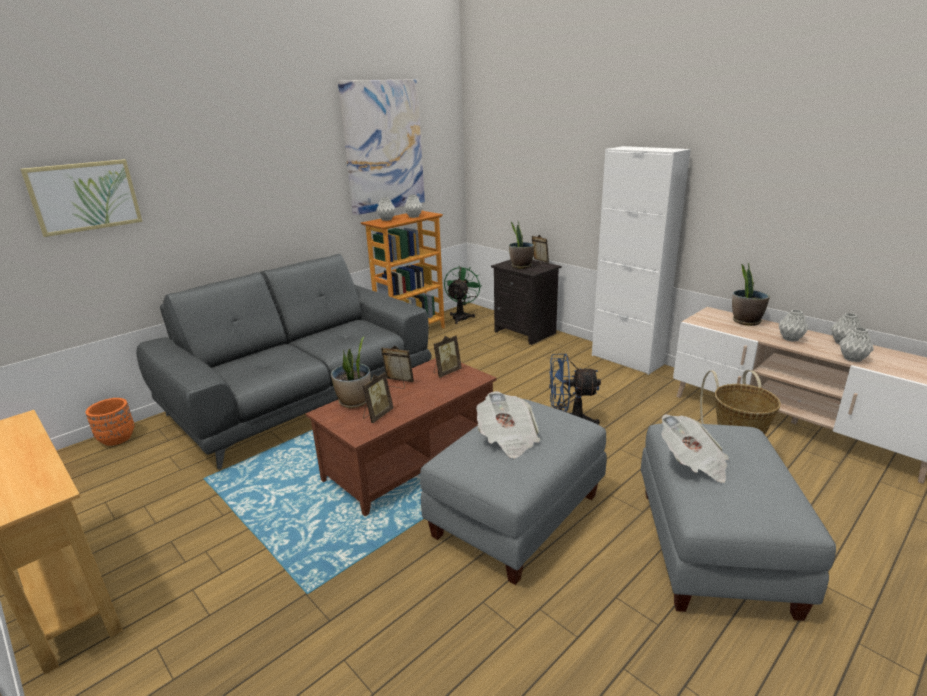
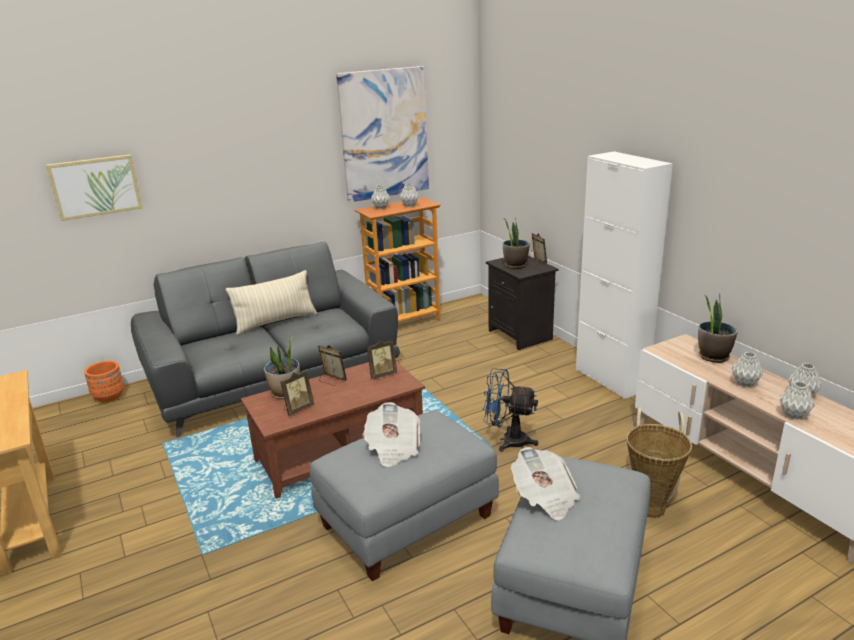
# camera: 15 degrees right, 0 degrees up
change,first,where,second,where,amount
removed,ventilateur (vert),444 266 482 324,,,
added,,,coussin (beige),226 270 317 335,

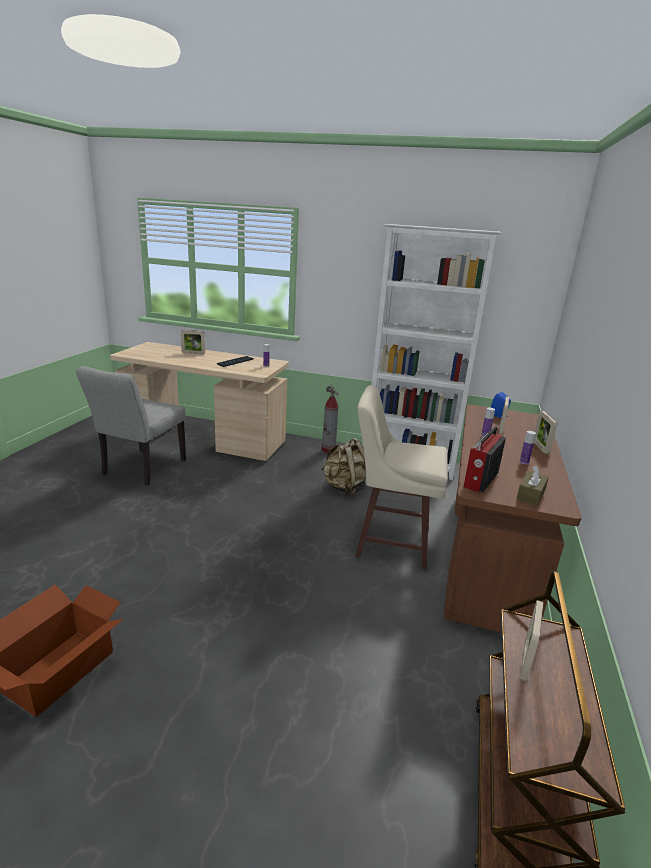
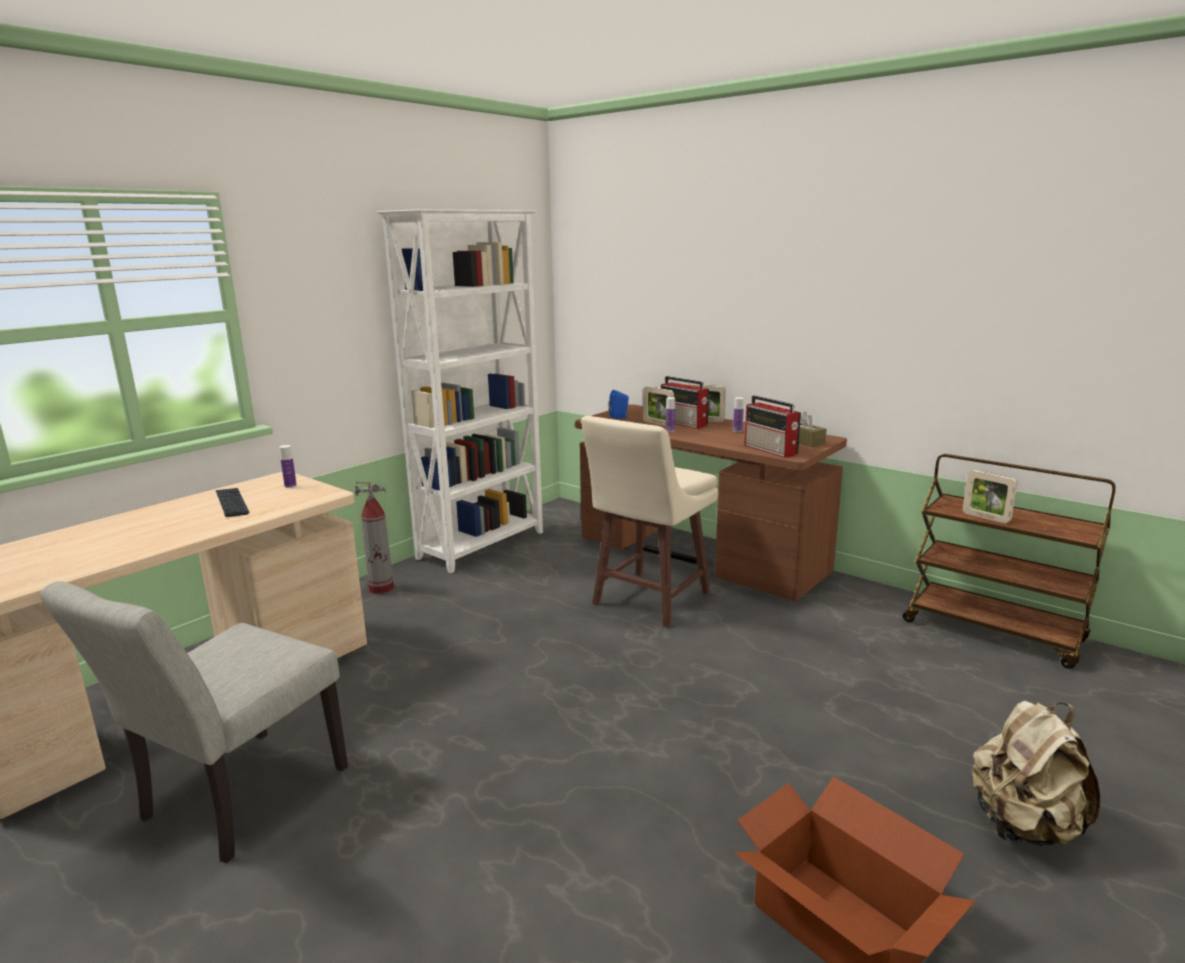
# camera: 65 degrees left, 5 degrees down
change,first,where,second,where,amount
removed,cadre photo,181 330 205 355,,,
added,,,radio,661 376 709 429,
moved,sac à dos (beige),321 438 366 496,,972 701 1101 846,
turned,chaise (gris),76 366 186 486,,40 581 348 863,75 degrees clockwise

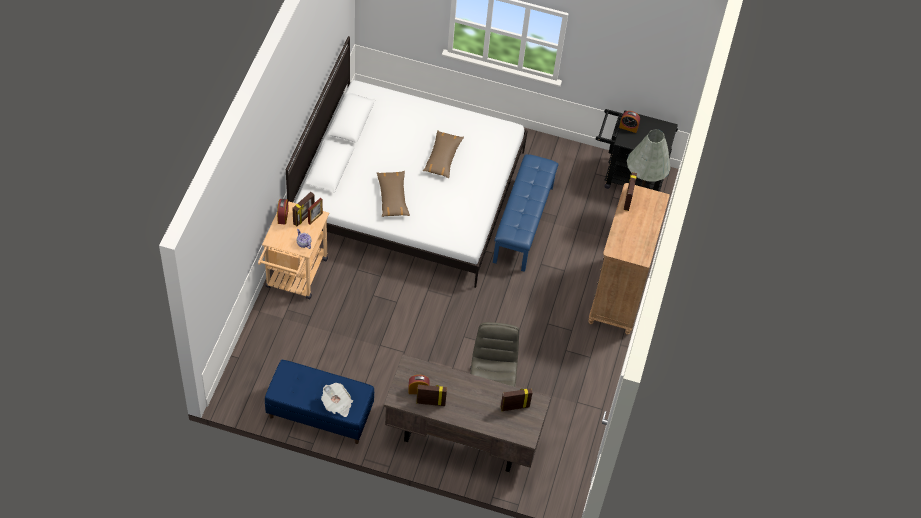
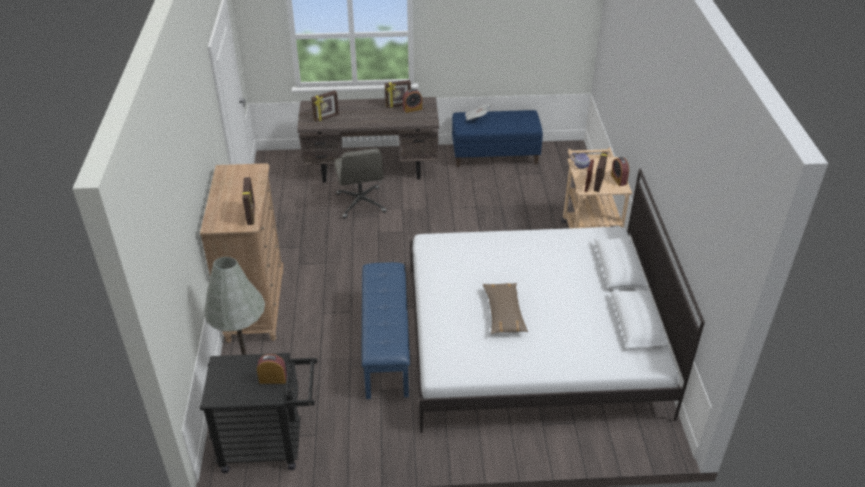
# camera: 165 degrees right, 15 degrees down
change,first,where,second,where,amount
removed,coussin (marron),377 171 410 217,,,

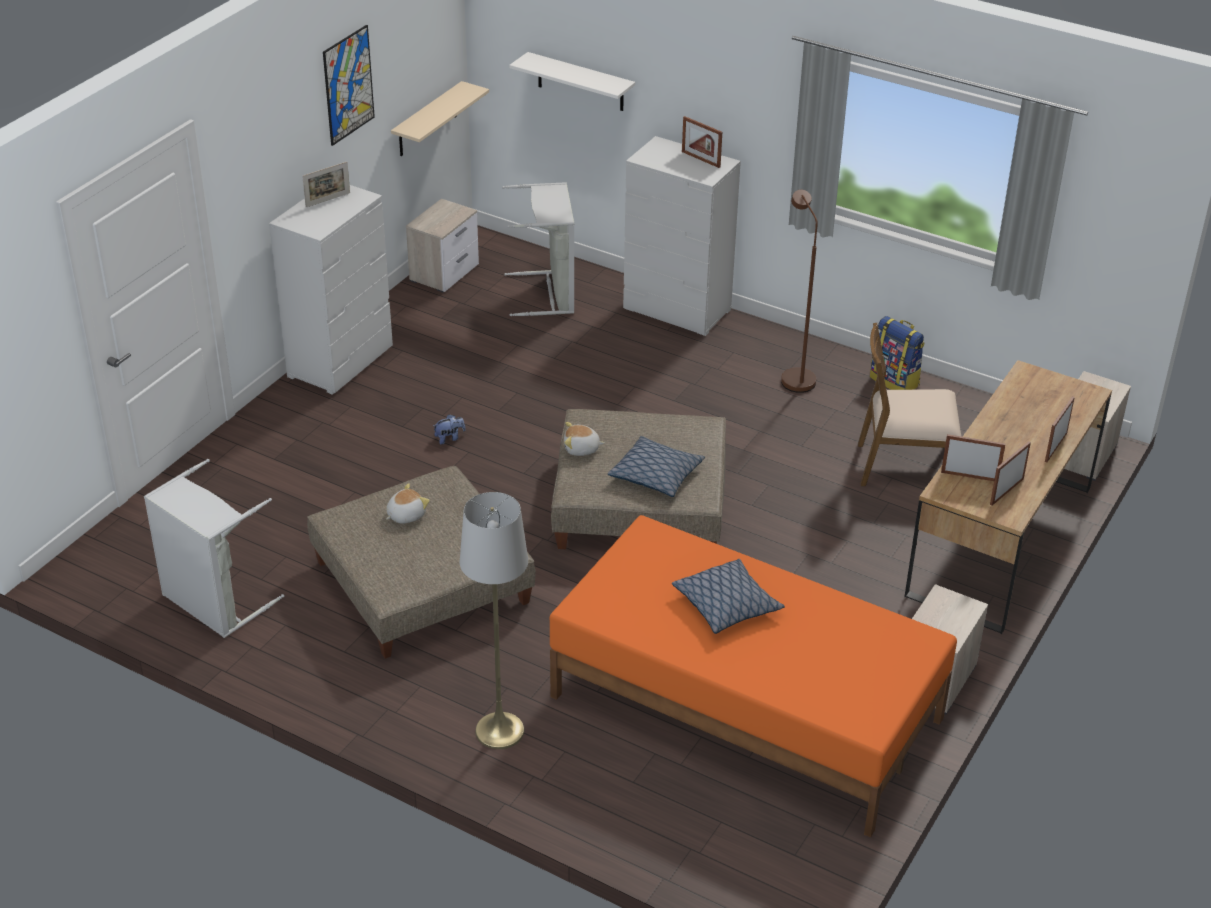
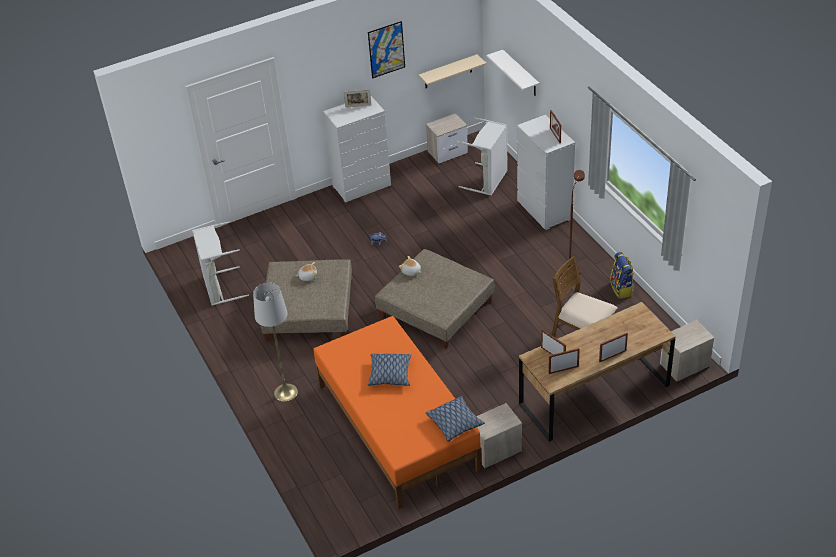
# camera: 35 degrees right, 5 degrees up
change,first,where,second,where,amount
moved,coussin,608 436 705 497,,425 396 485 442,

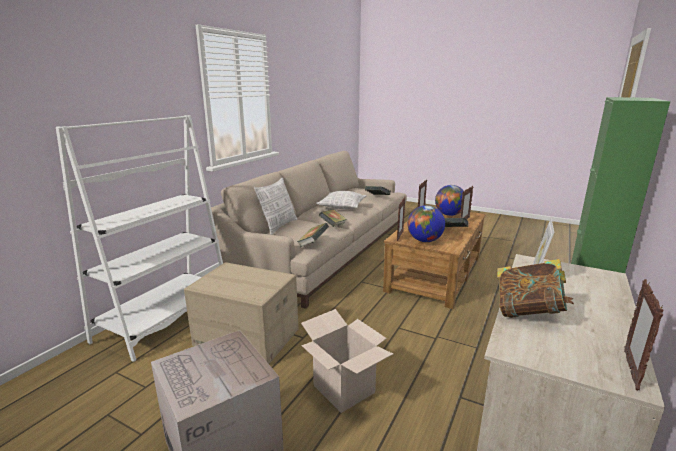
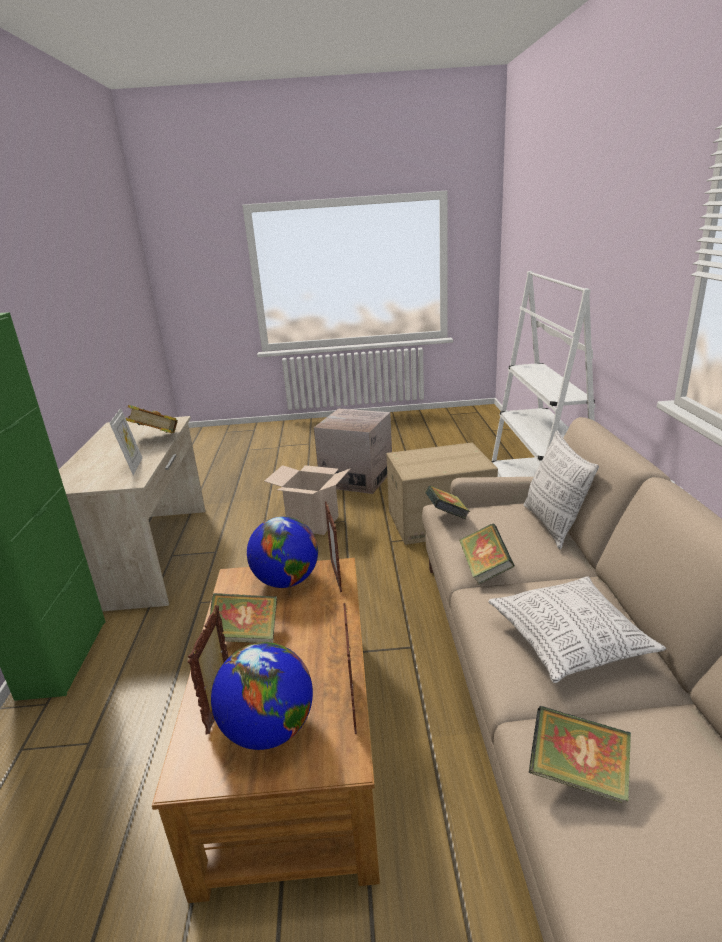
# camera: 150 degrees right, 5 degrees up
change,first,where,second,where,amount
removed,cadre photo,624 279 663 390,,,

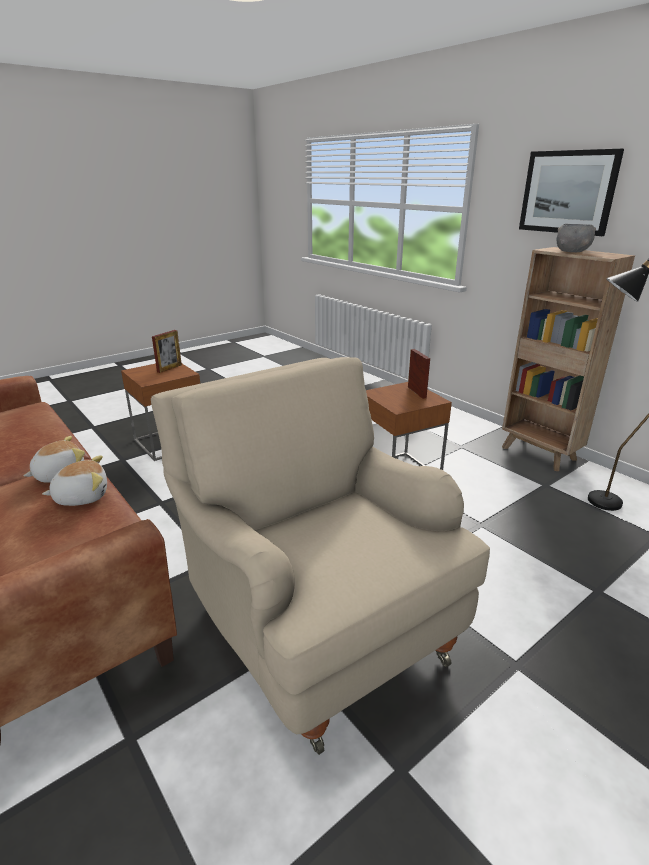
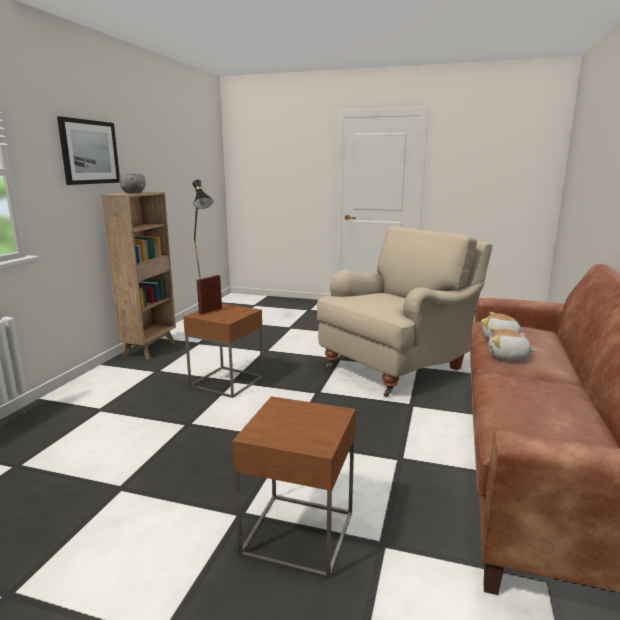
# camera: 125 degrees left, 10 degrees down
change,first,where,second,where,amount
removed,cadre photo,152 330 182 373,,,
turned,fauteuil (beige),151 357 490 755,,317 226 492 397,150 degrees counterclockwise

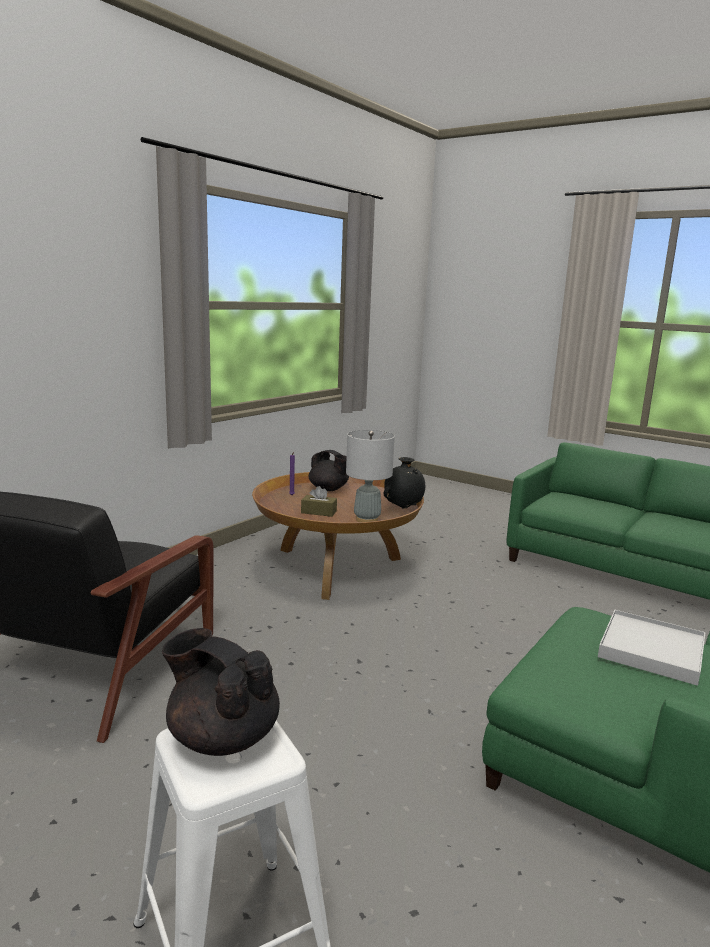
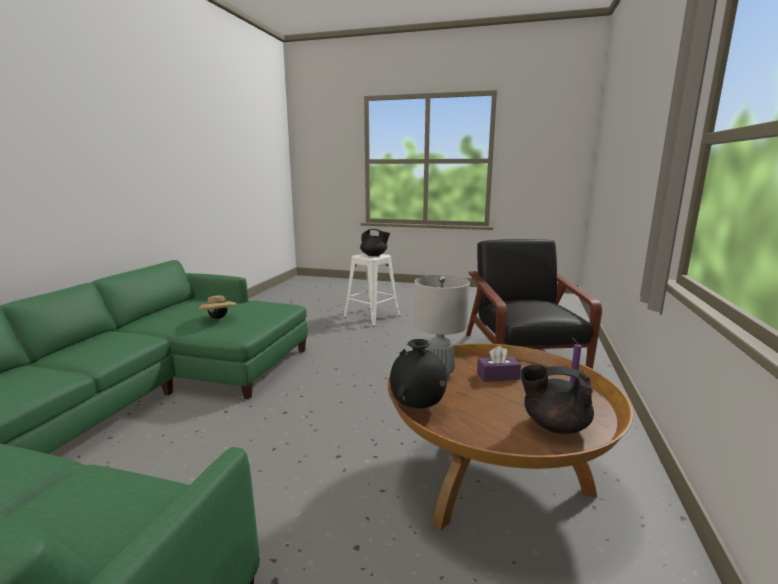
# camera: 160 degrees right, 0 degrees up
change,first,where,second,where,amount
replaced,plateau (blanc),598 610 706 686,chapeau (beige),198 295 236 319,
recoloured,boîte à mouchoirs (marron),301 486 337 517,boîte à mouchoirs (violet),477 346 521 382,

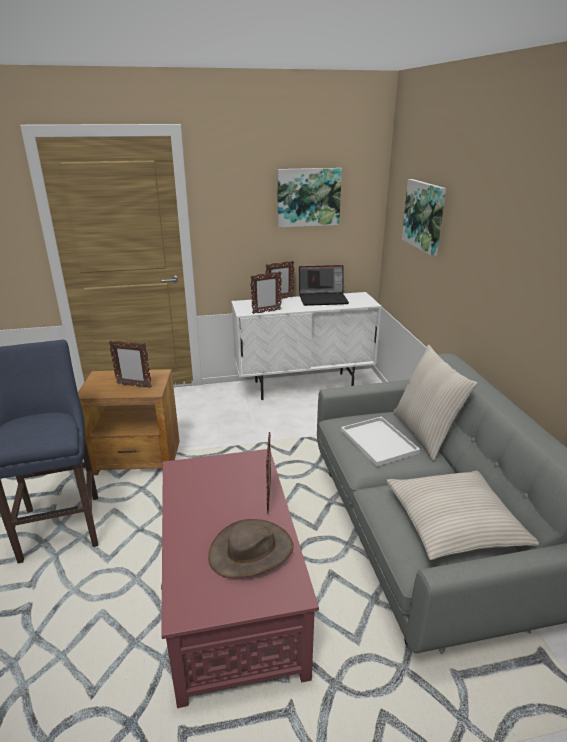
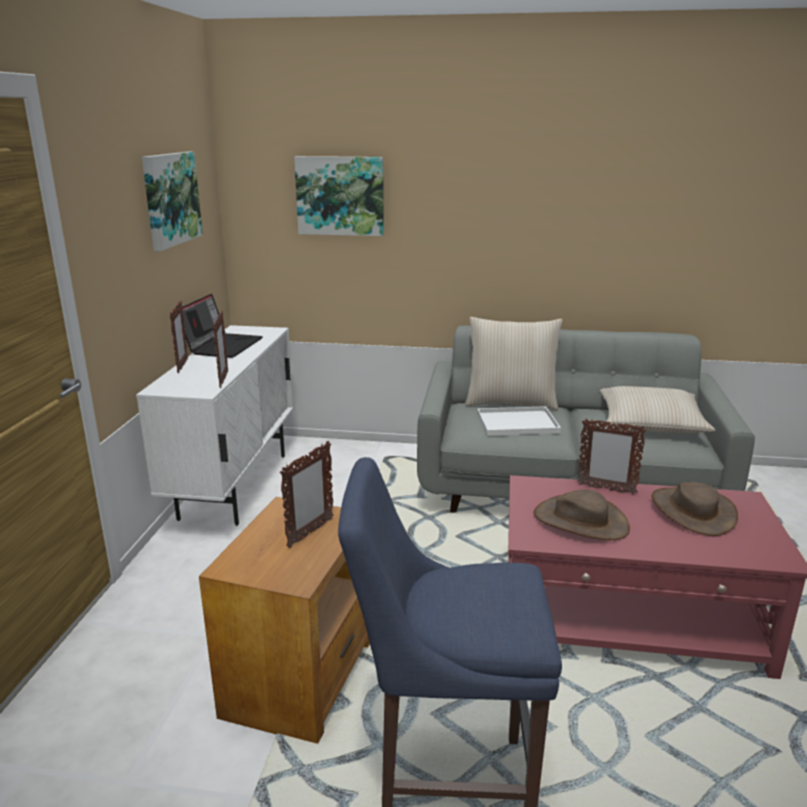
# camera: 70 degrees left, 5 degrees down
change,first,where,second,where,amount
added,,,chapeau (marron),533 490 630 540,

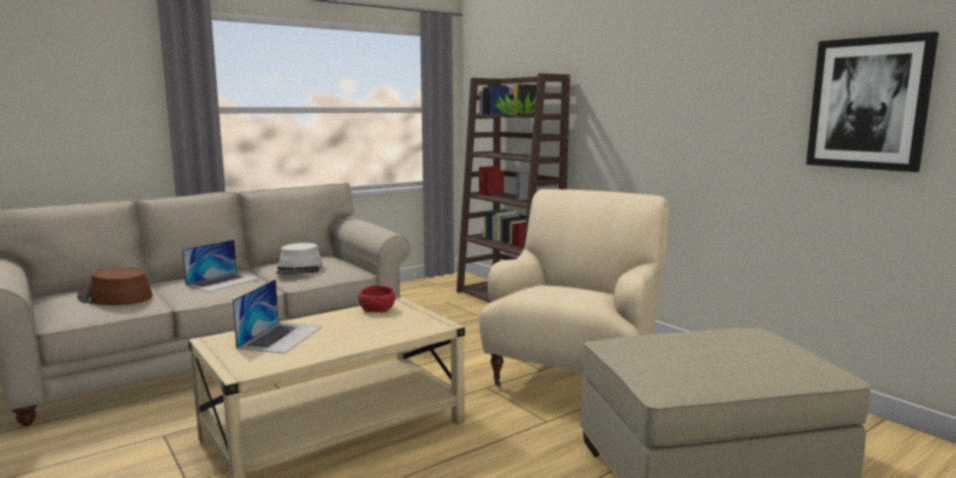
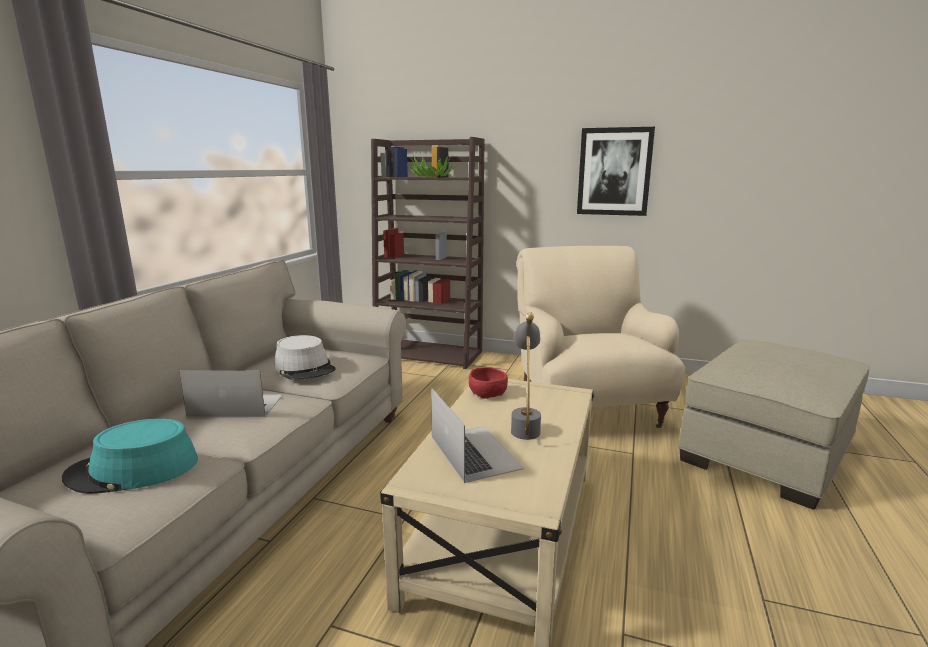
# camera: 35 degrees left, 5 degrees up
change,first,where,second,where,amount
added,,,lampe de table (gris),511 312 541 440,
moved,tableau,806 32 939 172,,577 127 655 216,
recoloured,chapeau (marron),77 267 153 305,chapeau (turquoise),62 419 198 494,
turned,ordinateur portable,182 240 260 292,,179 371 282 417,90 degrees counterclockwise

